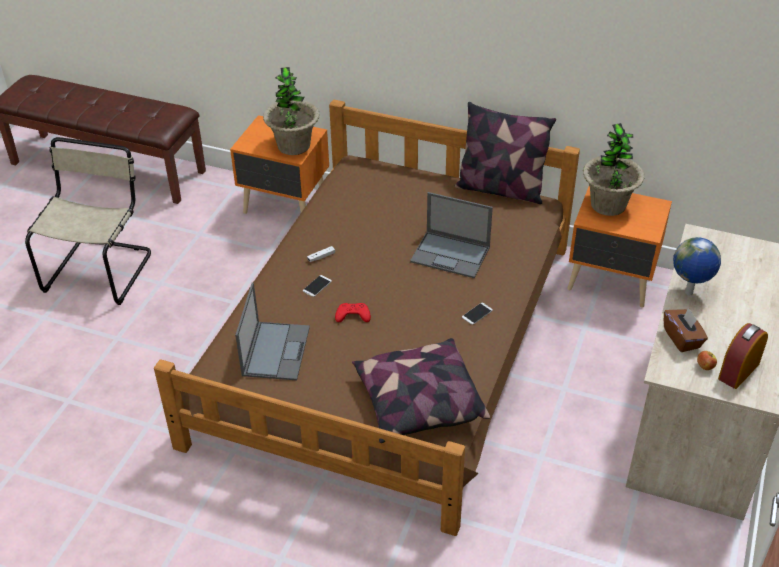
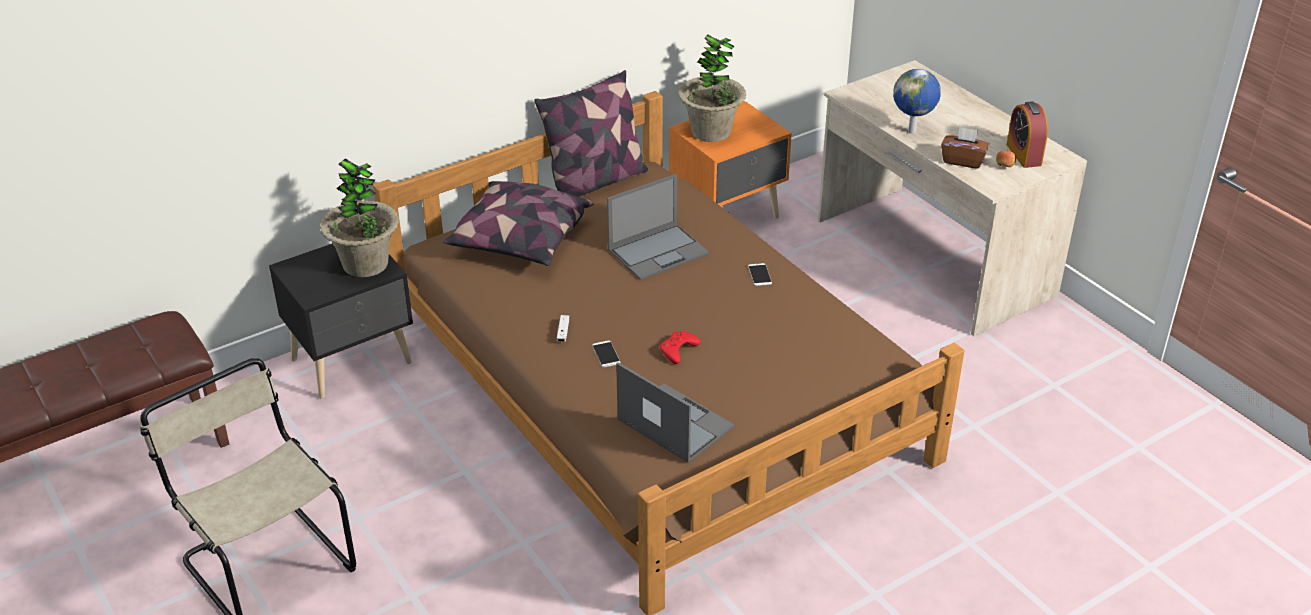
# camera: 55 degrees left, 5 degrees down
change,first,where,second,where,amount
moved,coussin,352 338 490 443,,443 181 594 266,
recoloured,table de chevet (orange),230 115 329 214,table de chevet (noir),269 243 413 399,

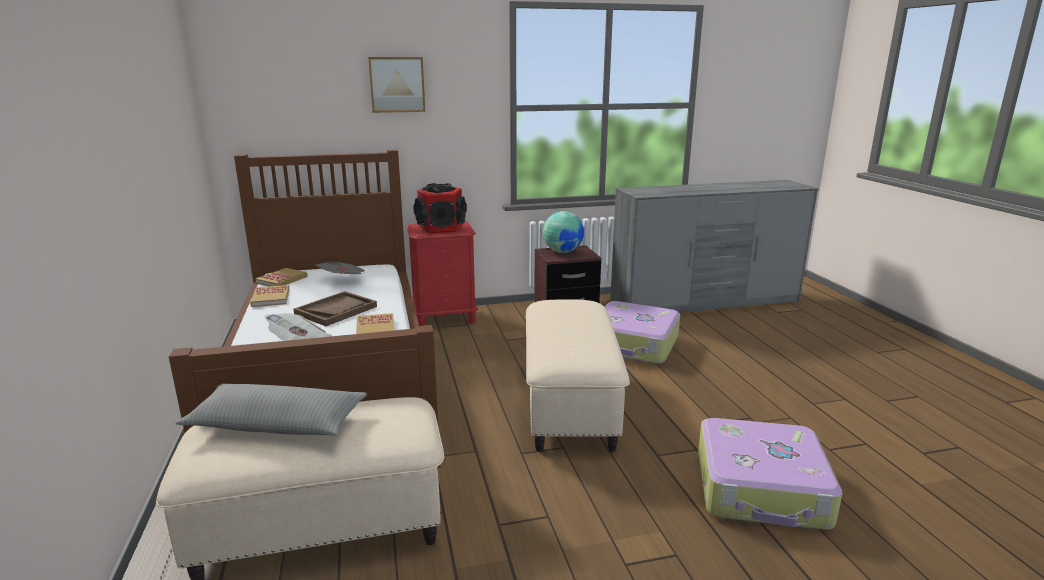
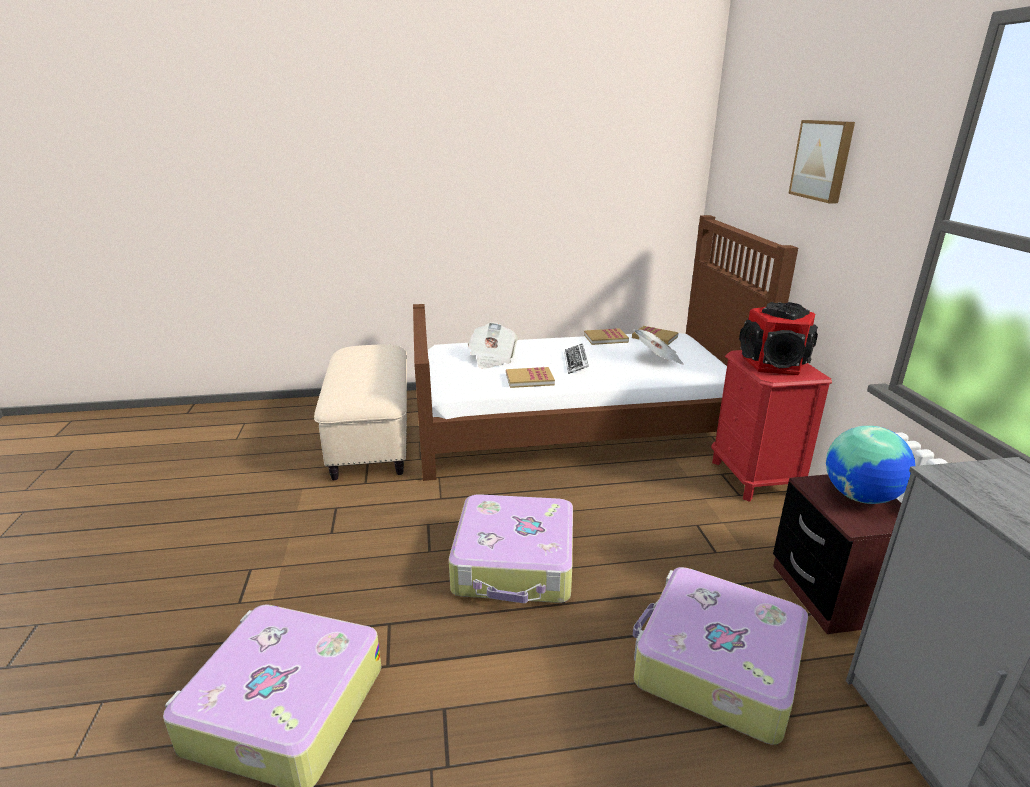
# camera: 95 degrees right, 5 degrees up
change,first,where,second,where,amount
removed,coussin (gris),176 383 367 436,,,
replaced,plateau (marron),294 291 377 326,clavier,564 344 589 374,
replaced,pouf (beige),526 299 630 452,valise,449 494 573 603,

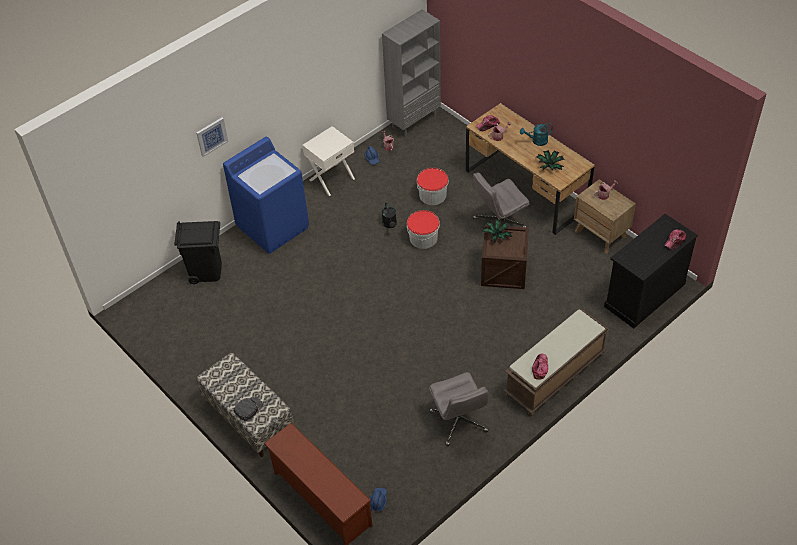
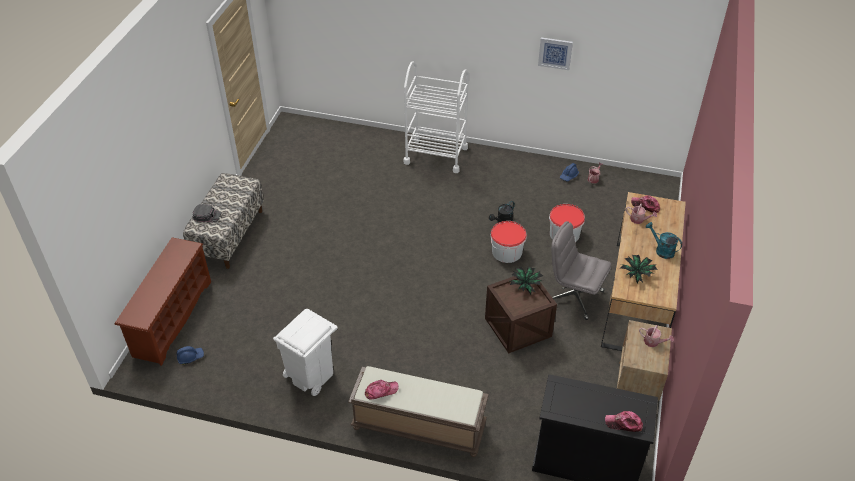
# camera: 55 degrees right, 5 degrees down
change,first,where,second,where,amount
removed,poubelle (noir),174 221 222 284,,,
removed,table de chevet (blanc),302 126 355 196,,,
removed,bibliothèque (gris),382 9 441 137,,,
moved,tableau,196 117 228 157,,538 37 573 70,
replaced,lave-linge (bleu),223 137 309 254,chariot (blanc),404 62 469 173,
replaced,chaise de bureau (gris),429 372 489 446,poubelle (blanc),273 309 338 396,

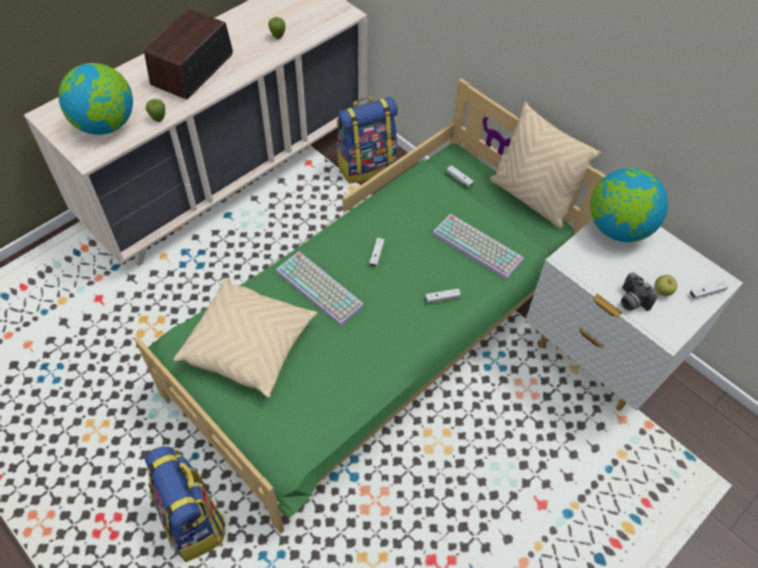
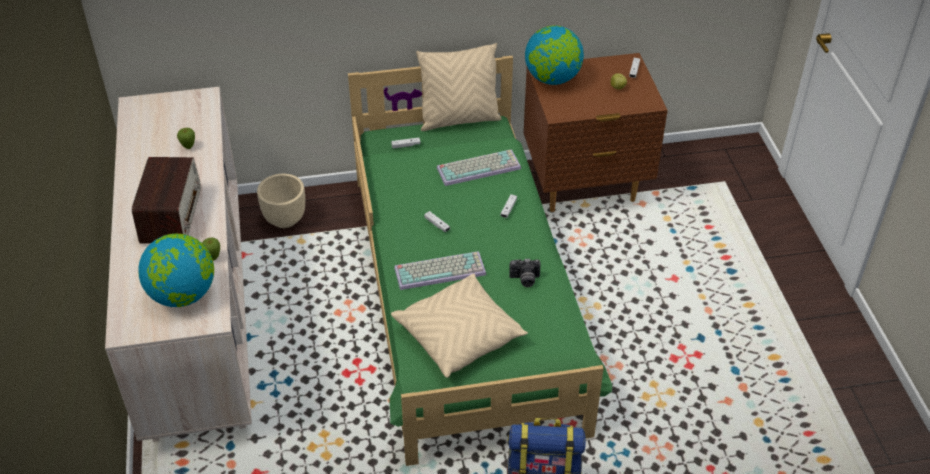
# camera: 55 degrees left, 10 degrees down
change,first,where,second,where,amount
moved,appareil photo,621 272 658 311,,509 258 541 287,
replaced,sac à dos,337 97 398 184,cache-pot (beige),257 174 305 228,
recoloured,table de chevet (blanc),525 219 743 411,table de chevet (marron),524 53 668 212,
turned,radio,144 9 233 99,,132 157 201 244,150 degrees counterclockwise

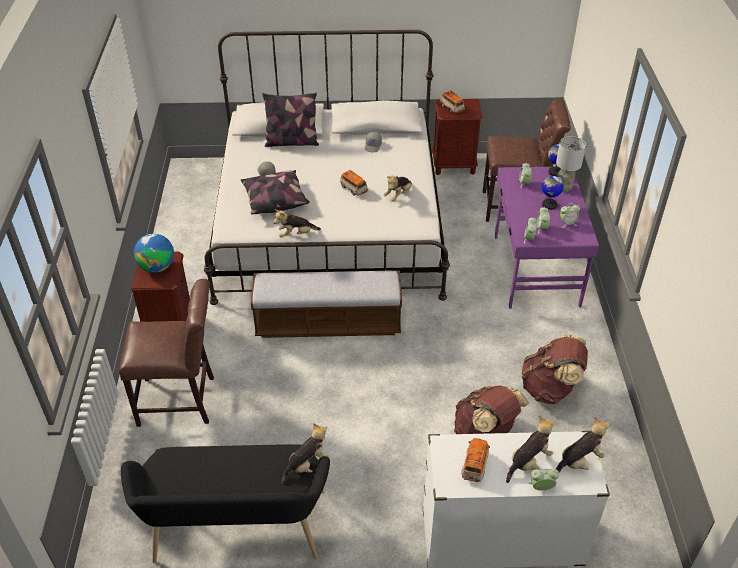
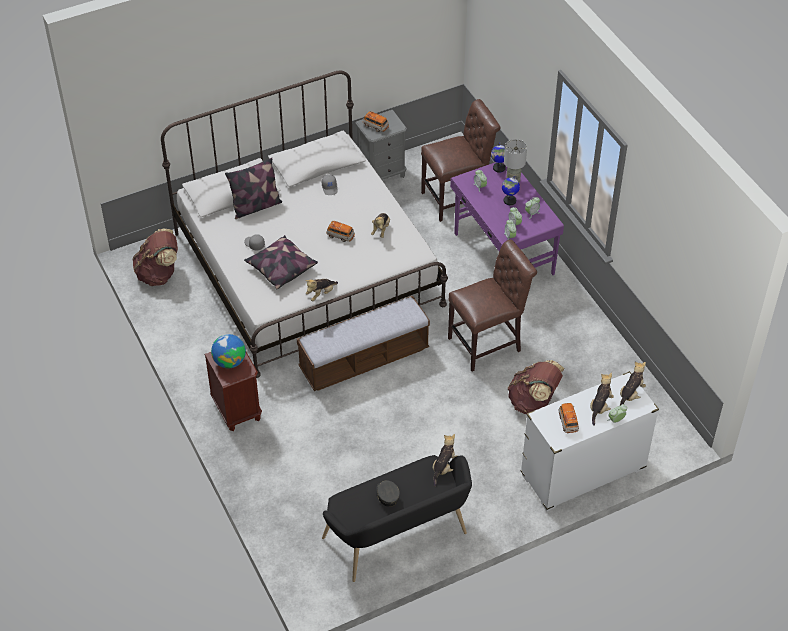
# camera: 25 degrees left, 5 degrees up
change,first,where,second,where,amount
added,,,casquette (gris),376 480 400 507,
moved,chaise (marron),119 279 214 427,,448 239 537 371,
moved,sac à dos (marron),522 334 588 404,,133 229 178 286,
recoloured,table de chevet (marron),432 99 483 175,table de chevet (gris),356 110 407 180,

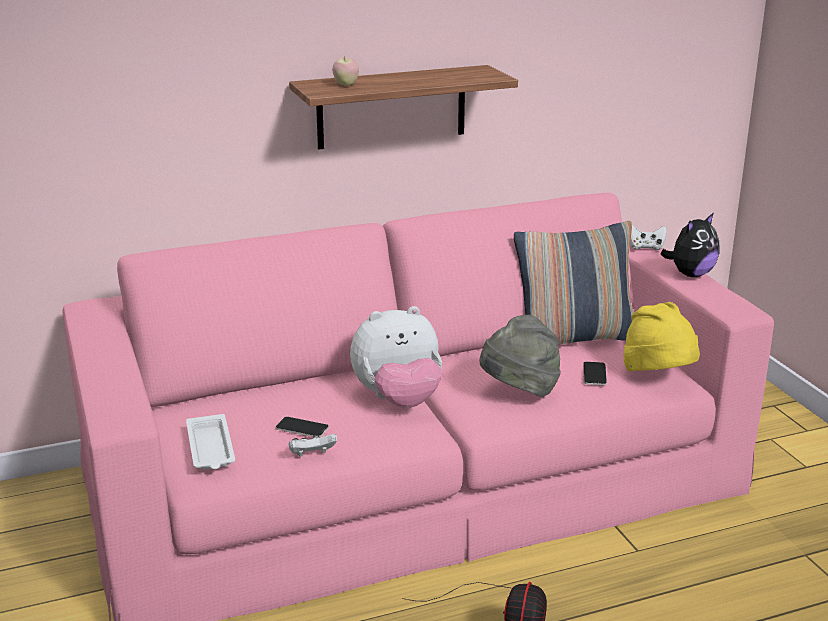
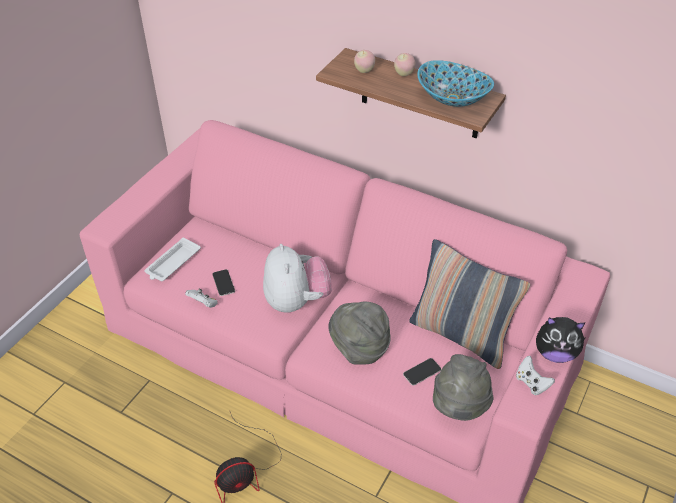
# camera: 50 degrees right, 20 degrees up
change,first,where,second,where,amount
added,,,pomme,394 53 416 76,
added,,,bol,417 60 494 107,
moved,manette (blanc),630 225 667 250,,516 356 555 395,
recoloured,chapeau (jaune),624 302 700 371,chapeau (gris),433 354 494 421,
turned,peluche,350 306 442 408,,263 244 332 313,135 degrees counterclockwise

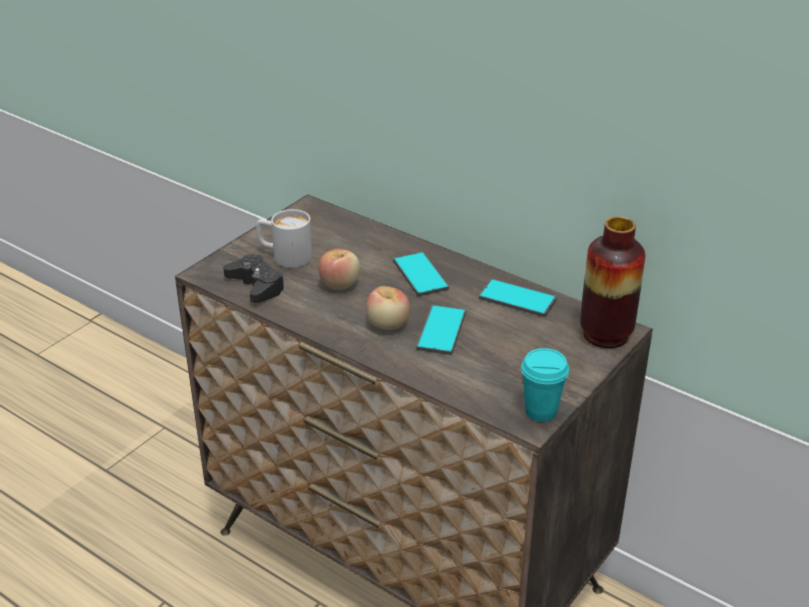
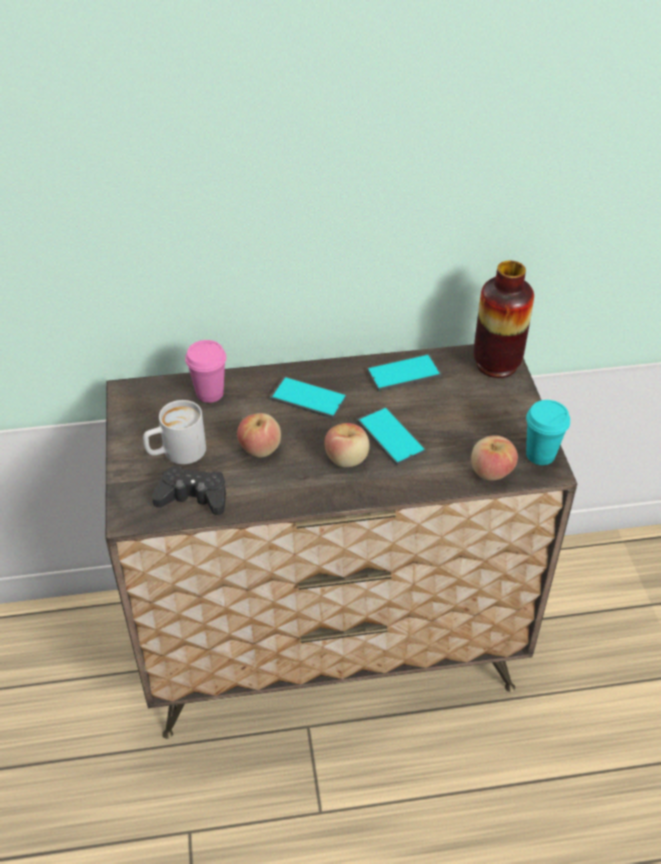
# camera: 45 degrees left, 10 degrees up
change,first,where,second,where,amount
added,,,tasse (rose),185 340 226 403,
added,,,pomme,471 435 518 481,

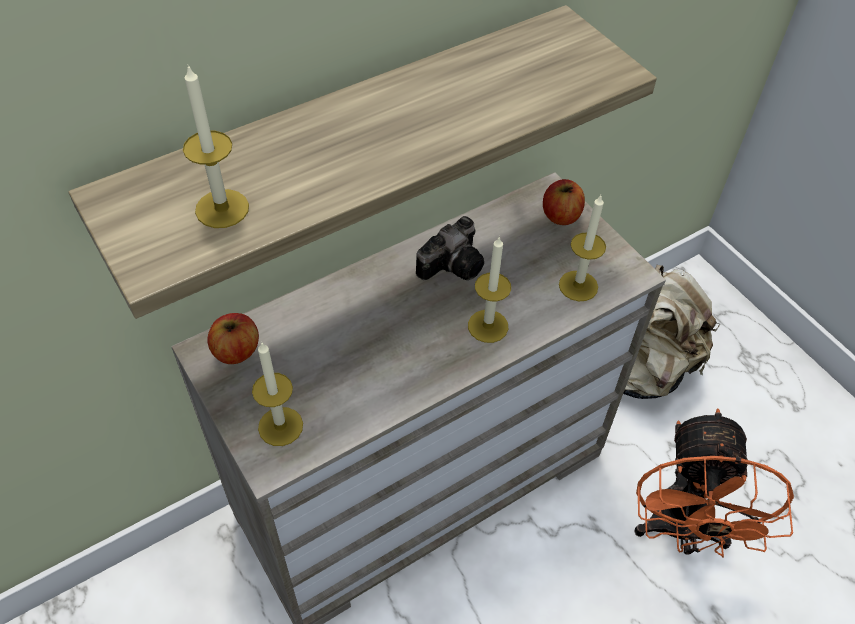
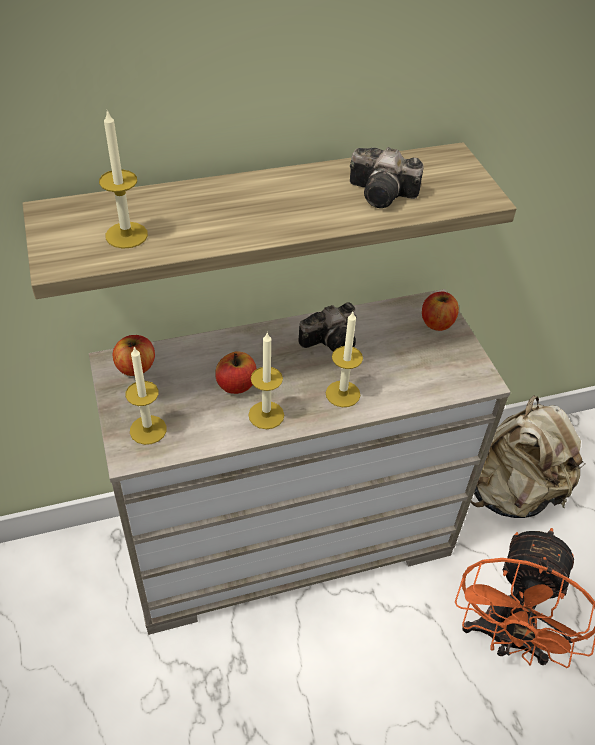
# camera: 15 degrees right, 5 degrees down
change,first,where,second,where,amount
added,,,pomme,215 351 256 394,
added,,,appareil photo,350 147 424 208,
moved,bougie,559 195 606 301,,248 333 284 429,

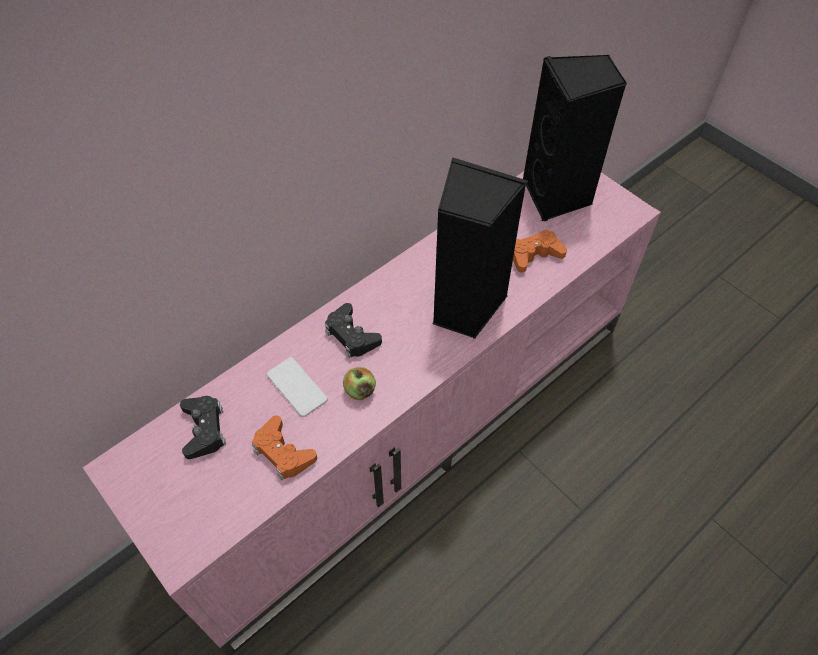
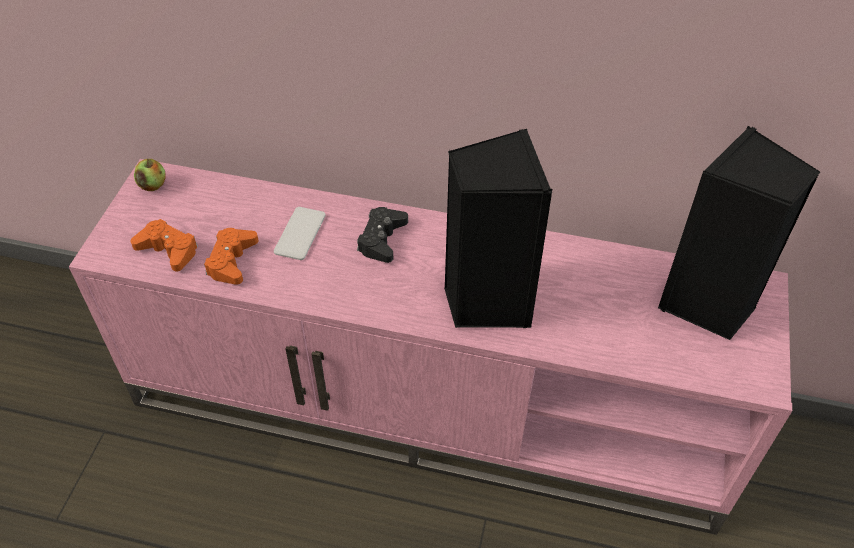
# camera: 55 degrees right, 5 degrees down
change,first,where,second,where,amount
removed,manette (noir),180 396 226 459,,,
moved,pomme,343 367 376 400,,134 159 166 191,
moved,manette (orange),513 229 567 272,,131 219 198 271,

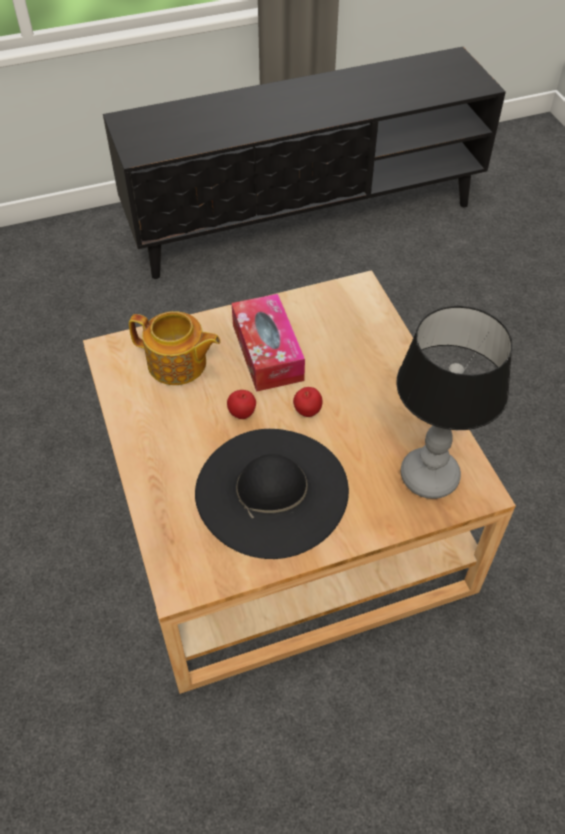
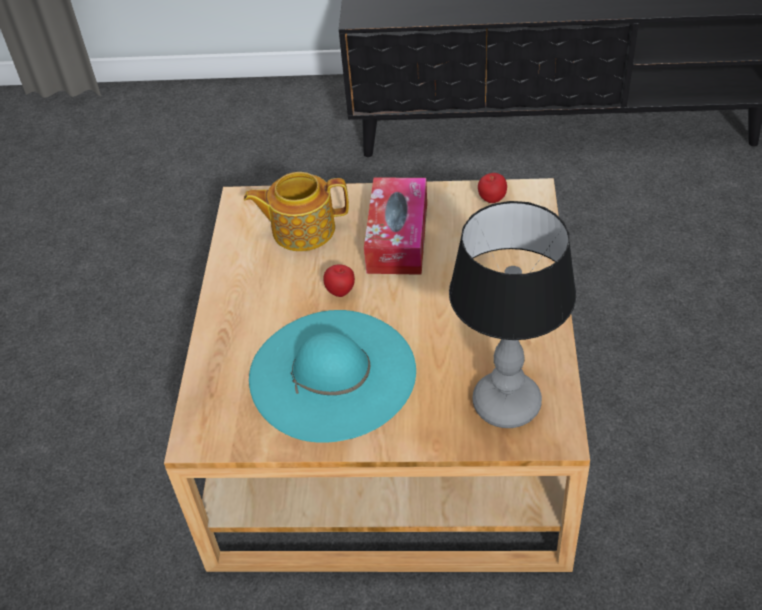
# camera: 25 degrees right, 5 degrees down
change,first,where,second,where,amount
moved,pomme,293 387 323 417,,478 173 507 203,
recoloured,chapeau (noir),195 429 349 559,chapeau (turquoise),249 310 416 443,
turned,théière,129 311 221 385,,244 172 349 251,135 degrees clockwise

